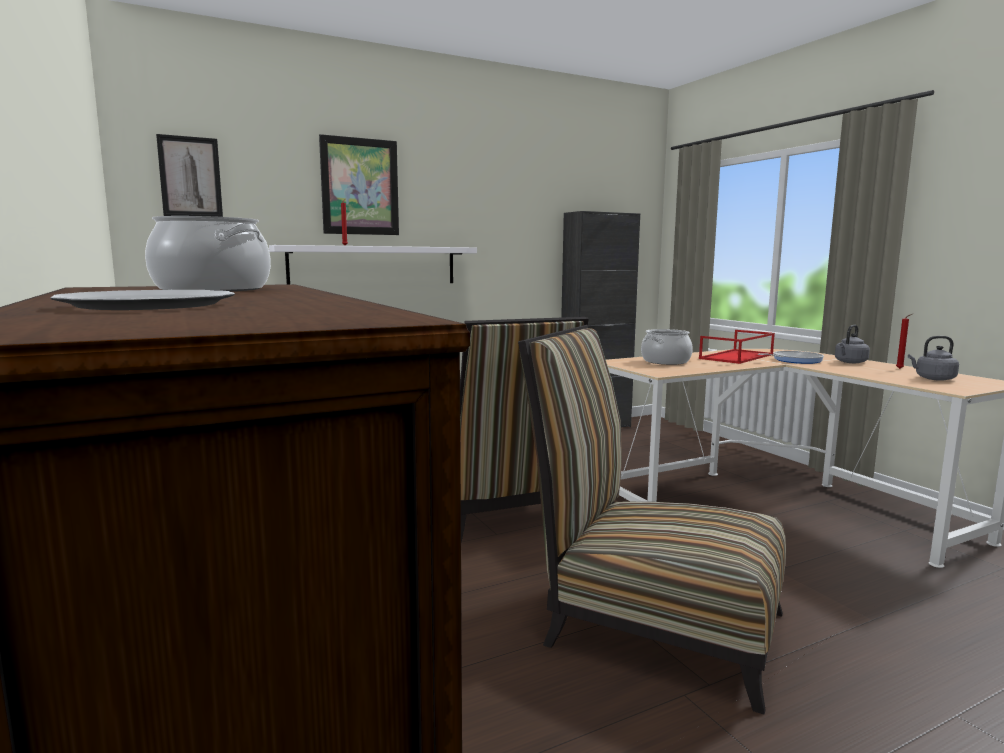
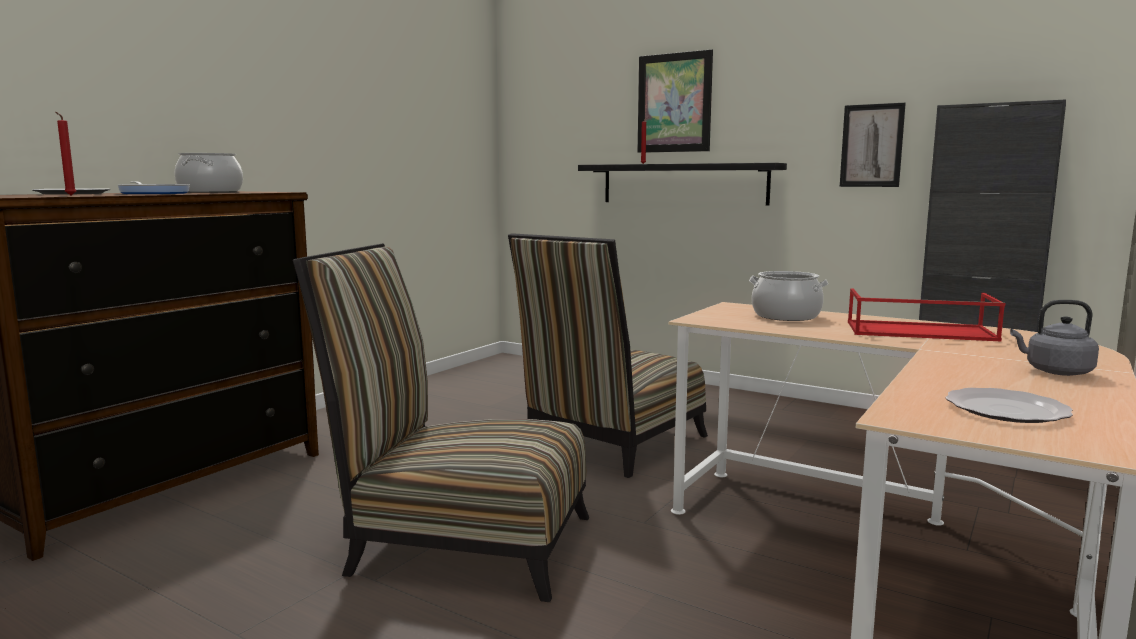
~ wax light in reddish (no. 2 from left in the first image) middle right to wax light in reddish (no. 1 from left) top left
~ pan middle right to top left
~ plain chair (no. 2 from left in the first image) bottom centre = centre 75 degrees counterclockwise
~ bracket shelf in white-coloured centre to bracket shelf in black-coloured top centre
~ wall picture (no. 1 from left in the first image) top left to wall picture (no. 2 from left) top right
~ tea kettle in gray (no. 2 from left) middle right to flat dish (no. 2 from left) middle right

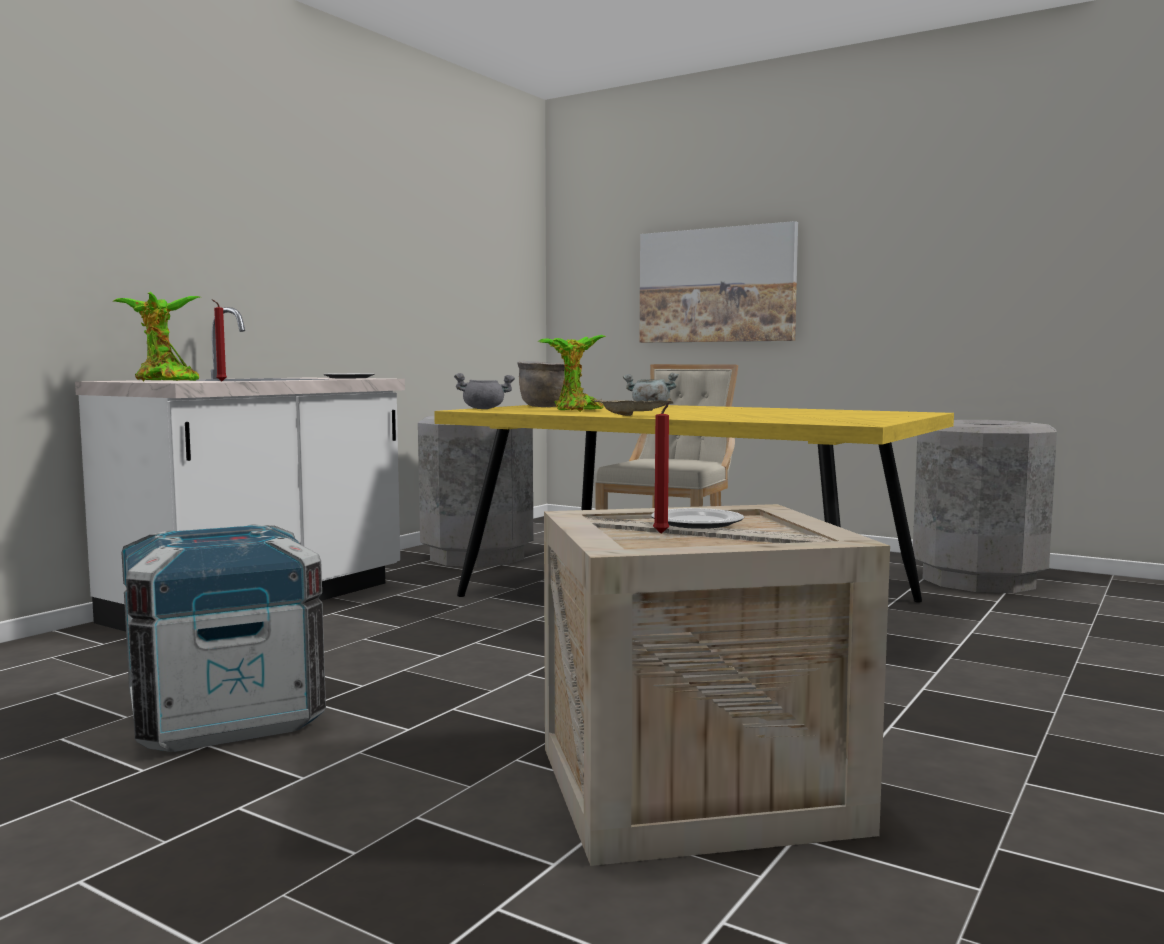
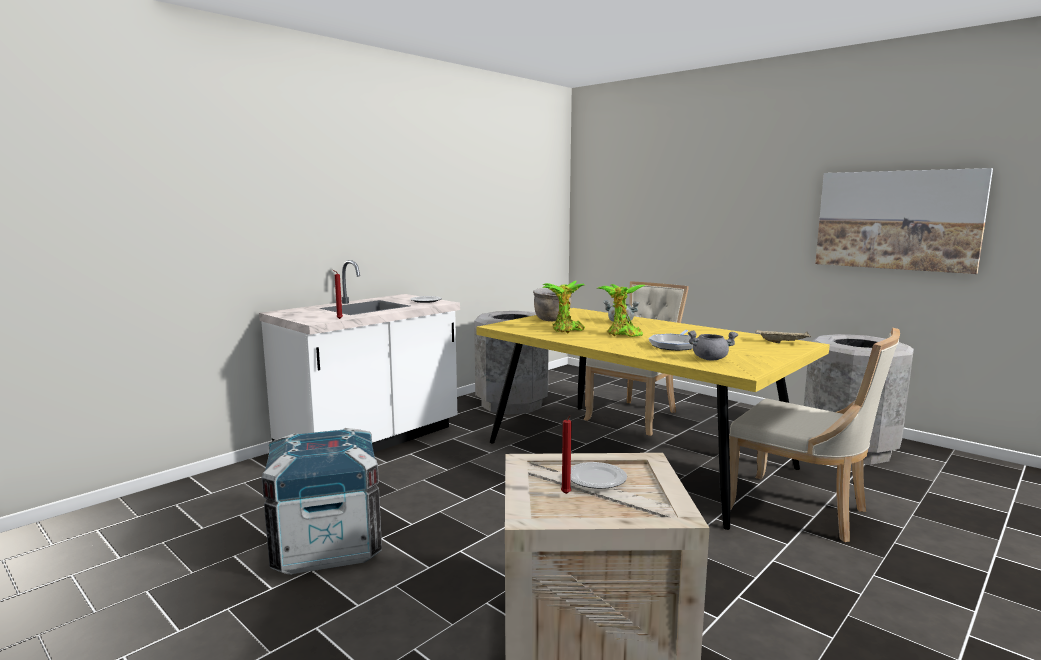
~ plant in a pot (no. 1 from left in the first image) middle left to plant in a pot (no. 2 from left) centre
+ pan centre
~ stockpot in gray (no. 1 from left in the first image) centre to stockpot in gray (no. 2 from left) middle right
+ plain chair in beige-coloured (no. 2 from left) middle right
~ carrying tray in beige-coloured centre to middle right
~ wall picture top centre to middle right

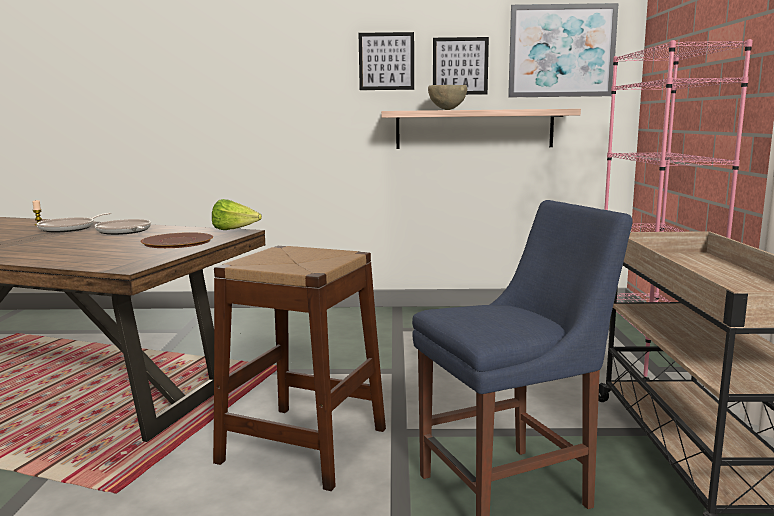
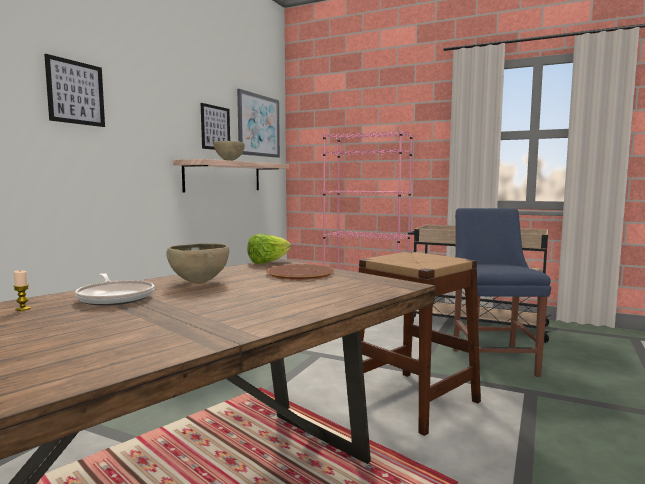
~ wall picture (no. 1 from left) top centre to top left
~ pan (no. 2 from left) middle left to serving bowl in brown-coloured (no. 1 from left) middle left

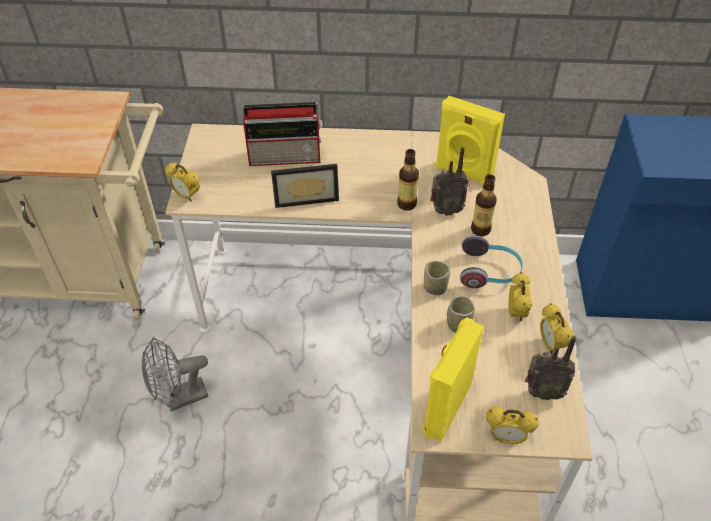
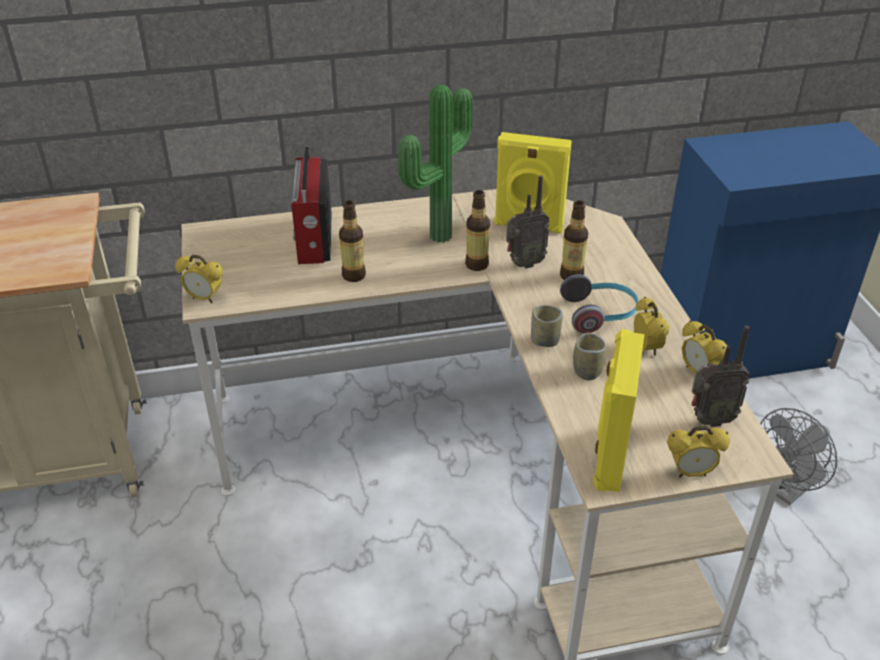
~ radio set (no. 1 from left) top centre = top centre 105 degrees clockwise
~ photo frame centre to drink bottle (no. 1 from left) centre
+ plant in a pot top centre
~ electric fan in gray bottom left to bottom right

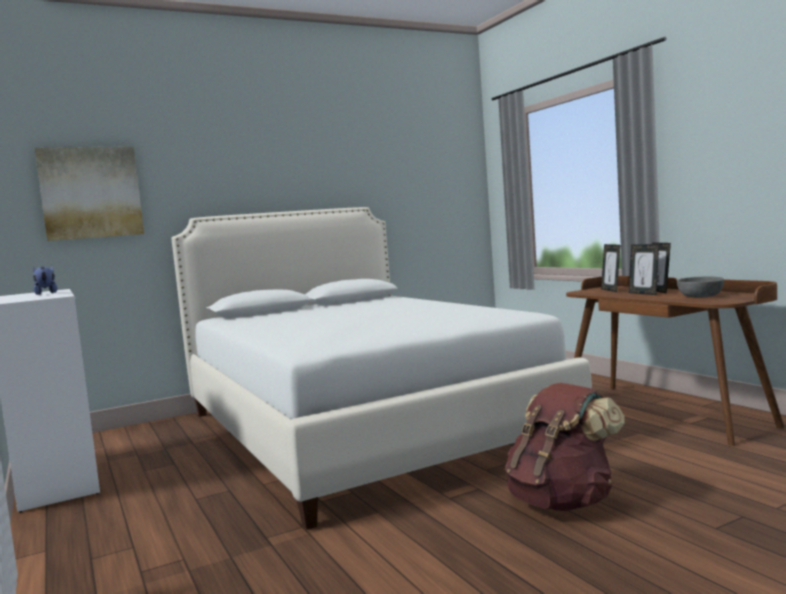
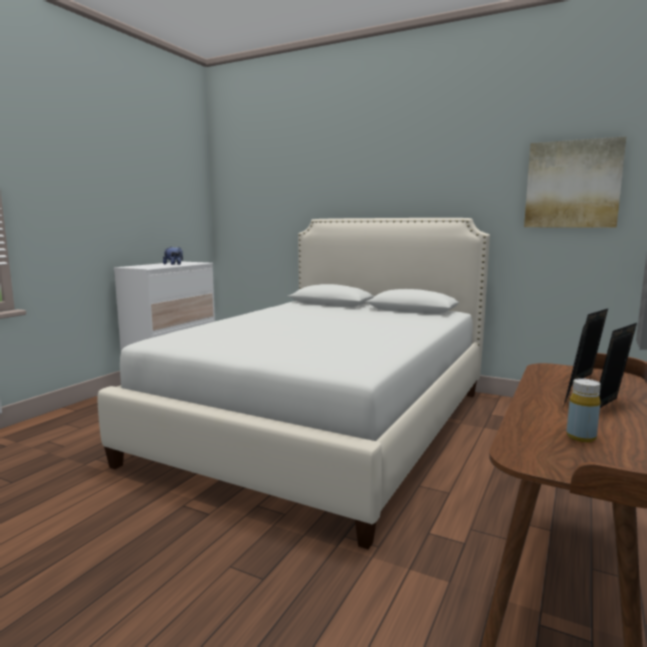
~ wall picture top left to top right
~ serving bowl in gray middle right to drink bottle in yellow middle right
- backpack in brown-coloured bottom right

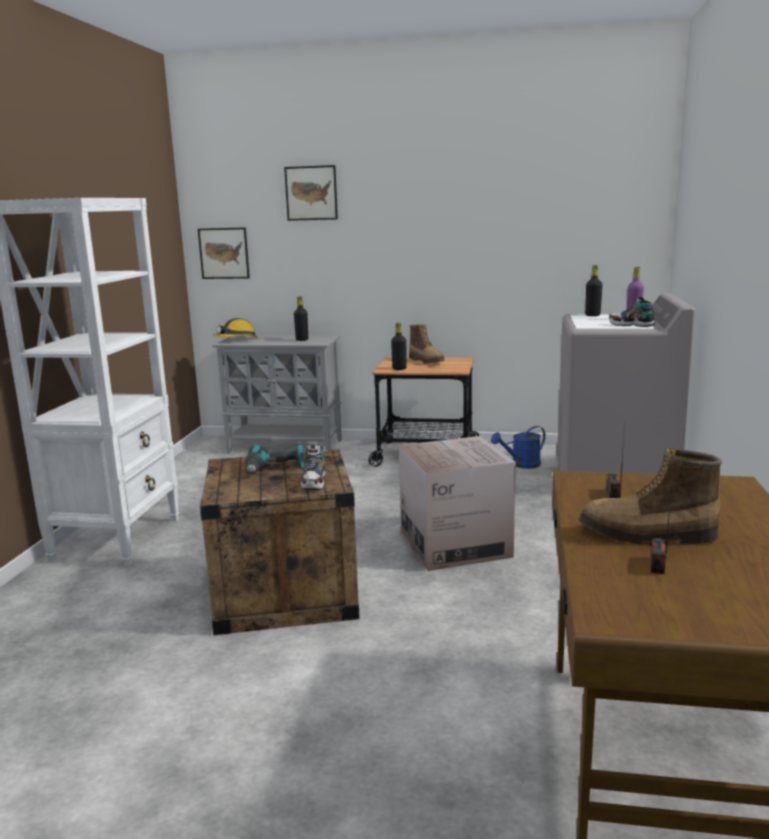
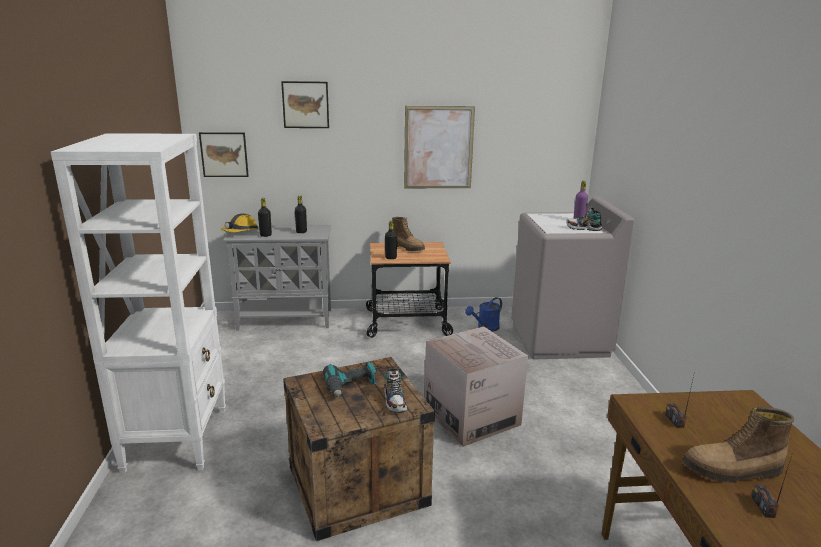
~ drink bottle in black-coloured (no. 3 from left in the first image) middle right to drink bottle in black-coloured (no. 1 from left) middle left
+ wall picture (no. 3 from left) top centre

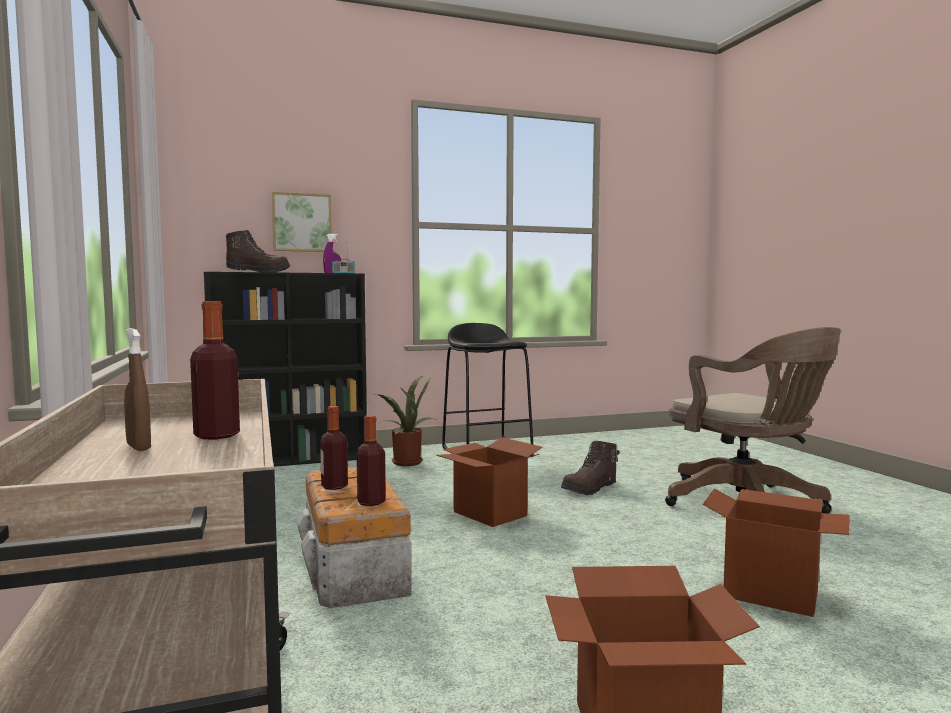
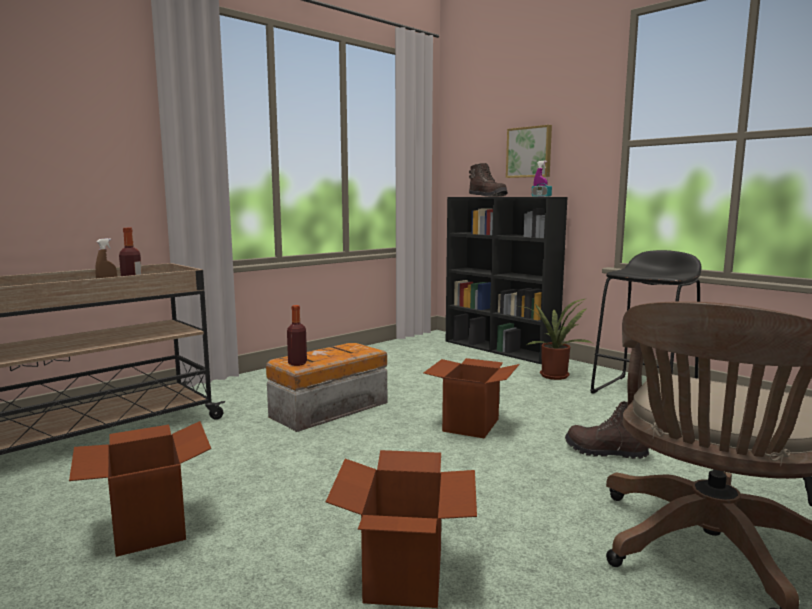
- drink bottle (no. 2 from left) centre

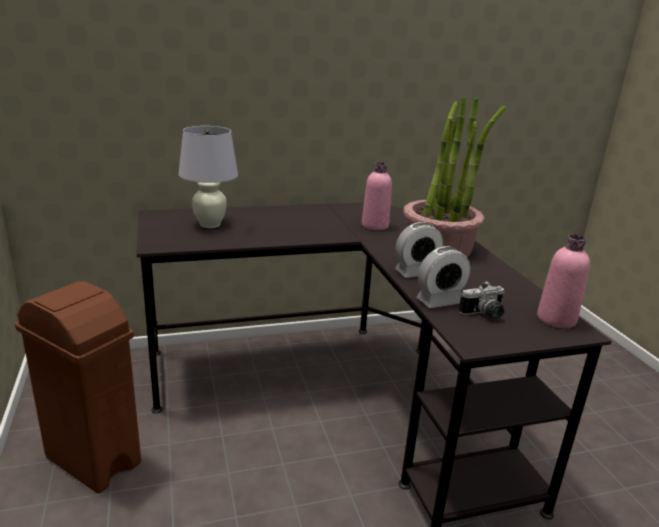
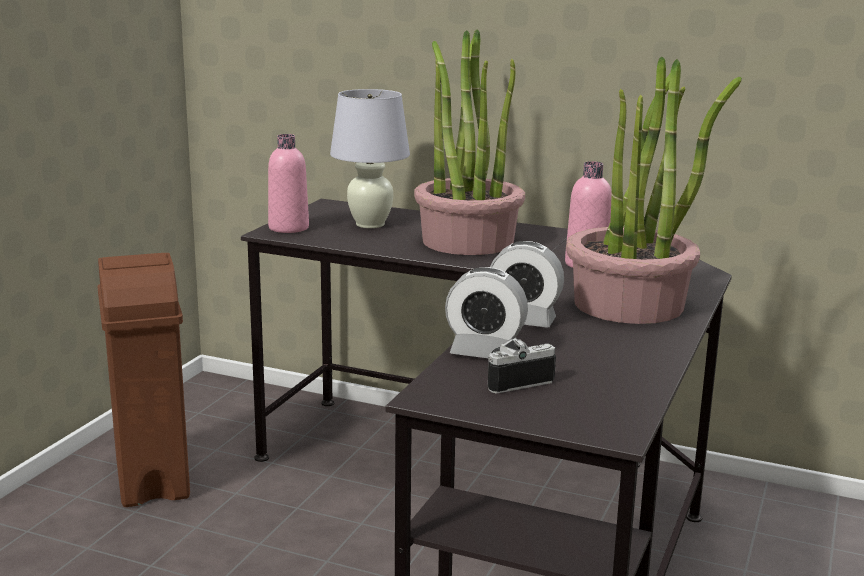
~ drink bottle in pinkish (no. 2 from left in the first image) middle right to drink bottle in pinkish (no. 1 from left) top centre
+ plant in a pot (no. 1 from left) top centre
~ photo camera middle right = centre 135 degrees clockwise

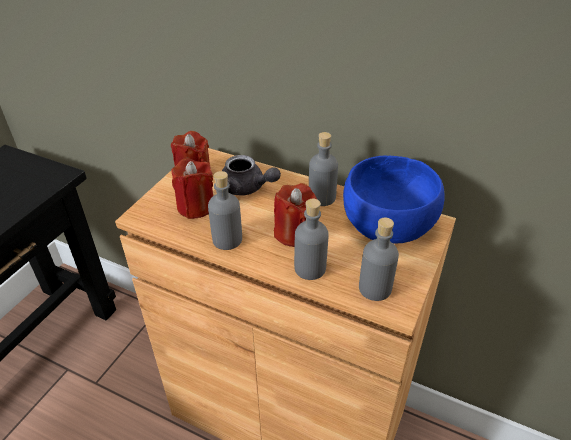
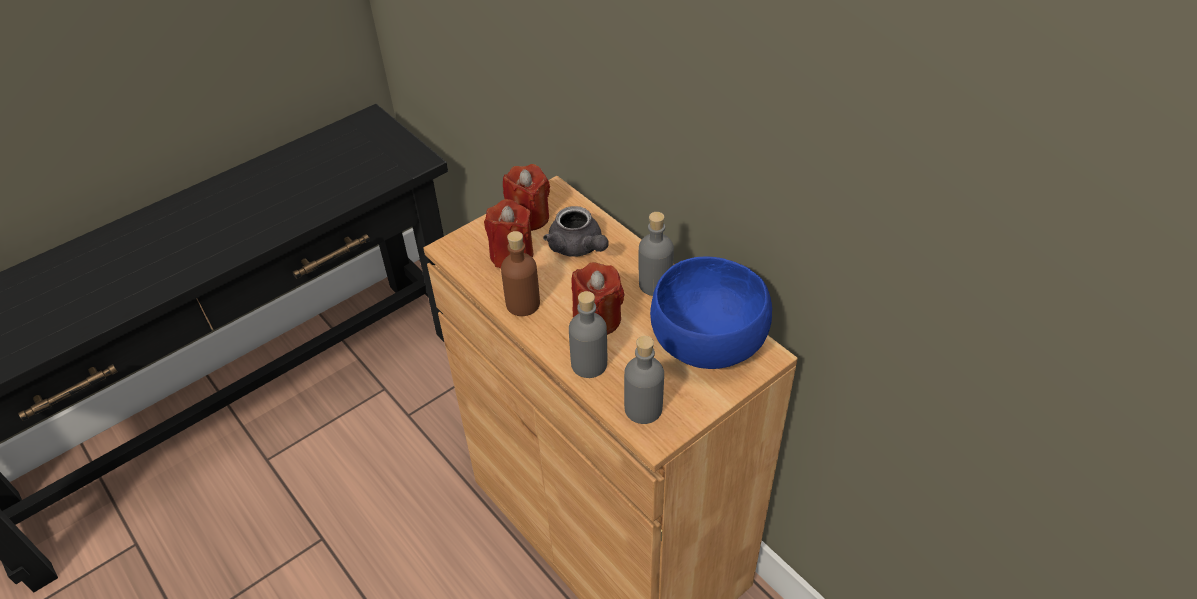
~ drink bottle in gray (no. 1 from left) centre to drink bottle in brown-coloured centre

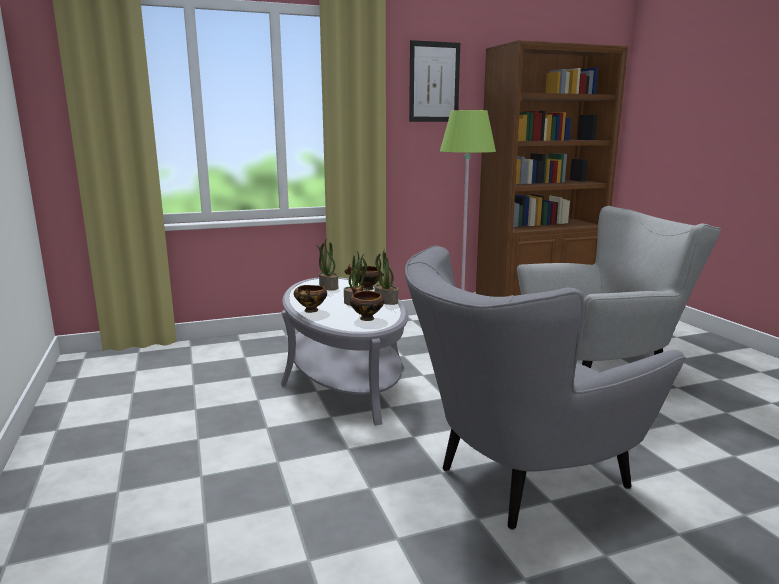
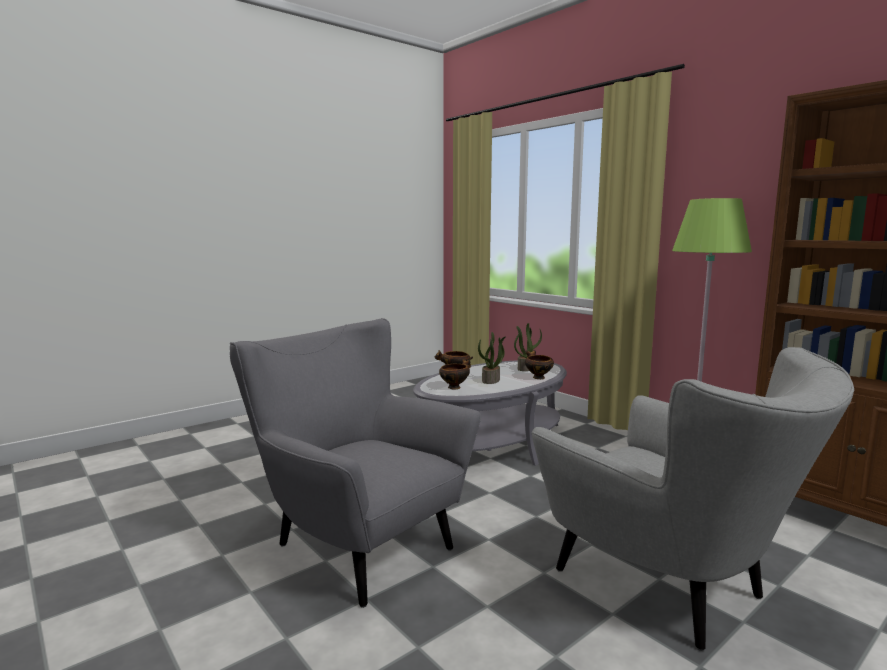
- plant in a pot (no. 3 from left) centre
- wall picture top centre

